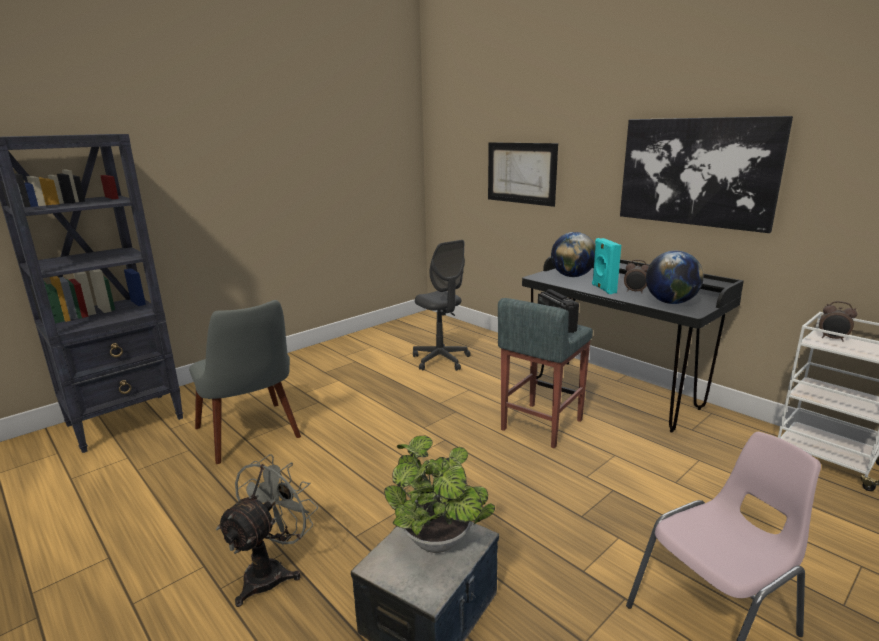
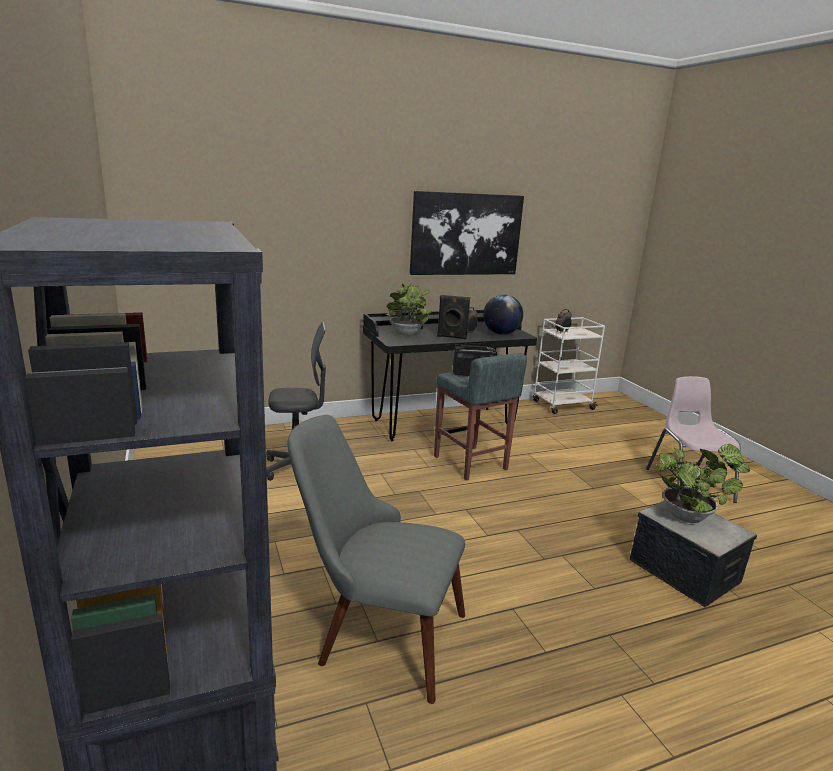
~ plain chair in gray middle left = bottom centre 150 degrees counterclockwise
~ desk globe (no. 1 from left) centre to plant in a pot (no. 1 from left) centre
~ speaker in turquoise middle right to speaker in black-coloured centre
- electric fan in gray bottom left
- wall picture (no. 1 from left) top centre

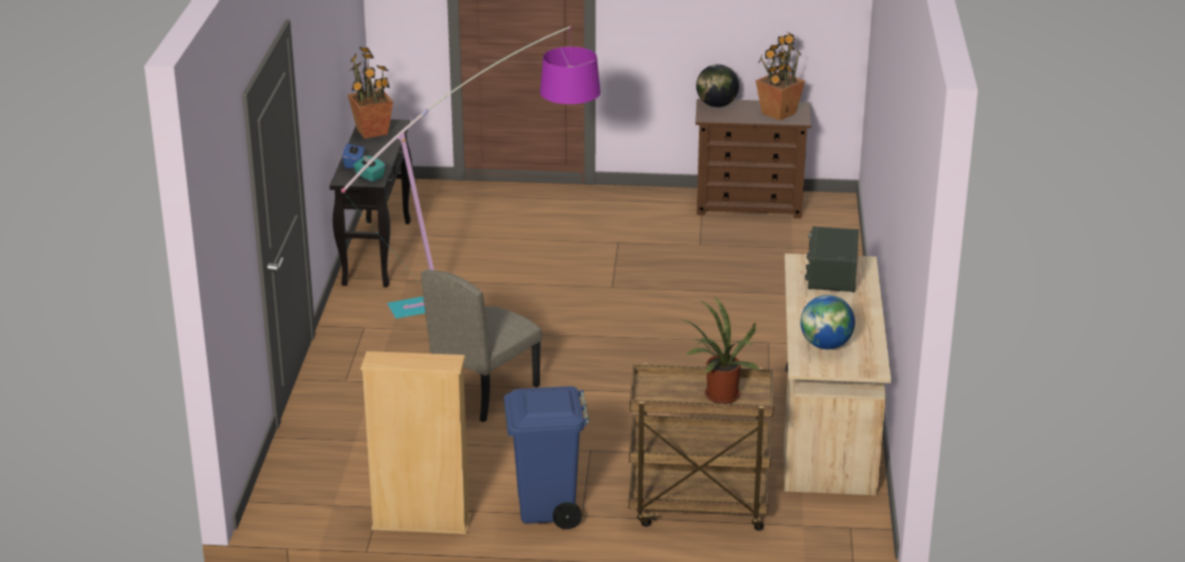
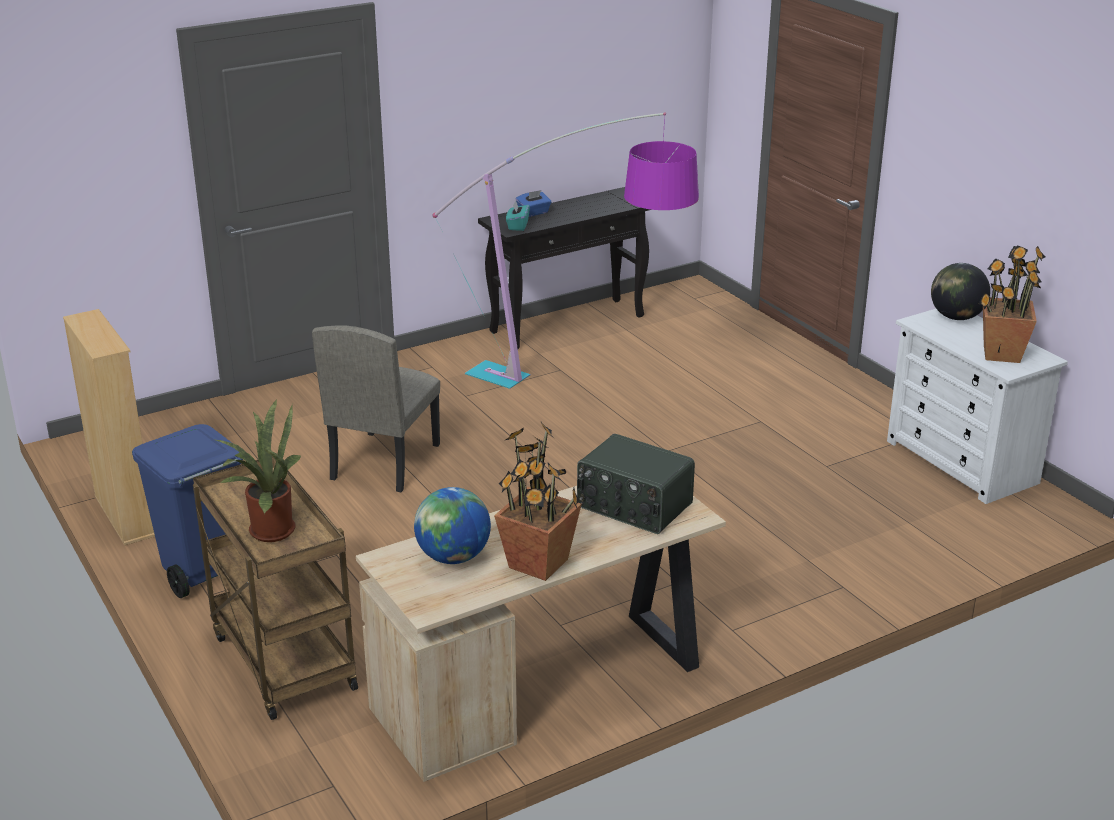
~ plain chair in beige-coloured centre = centre 75 degrees counterclockwise
~ plant in a pot (no. 1 from left in the first image) top left to plant in a pot (no. 2 from left) centre
~ radio set middle right = centre 120 degrees counterclockwise
~ dresser in brown-coloured top centre to dresser in white-coloured middle right

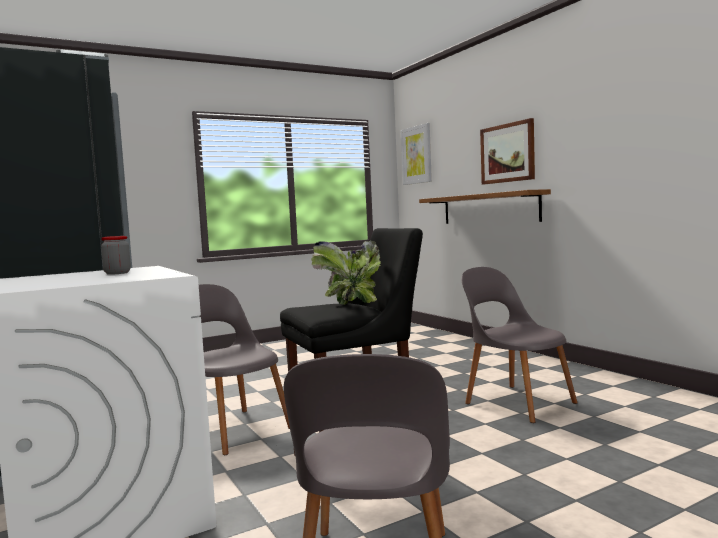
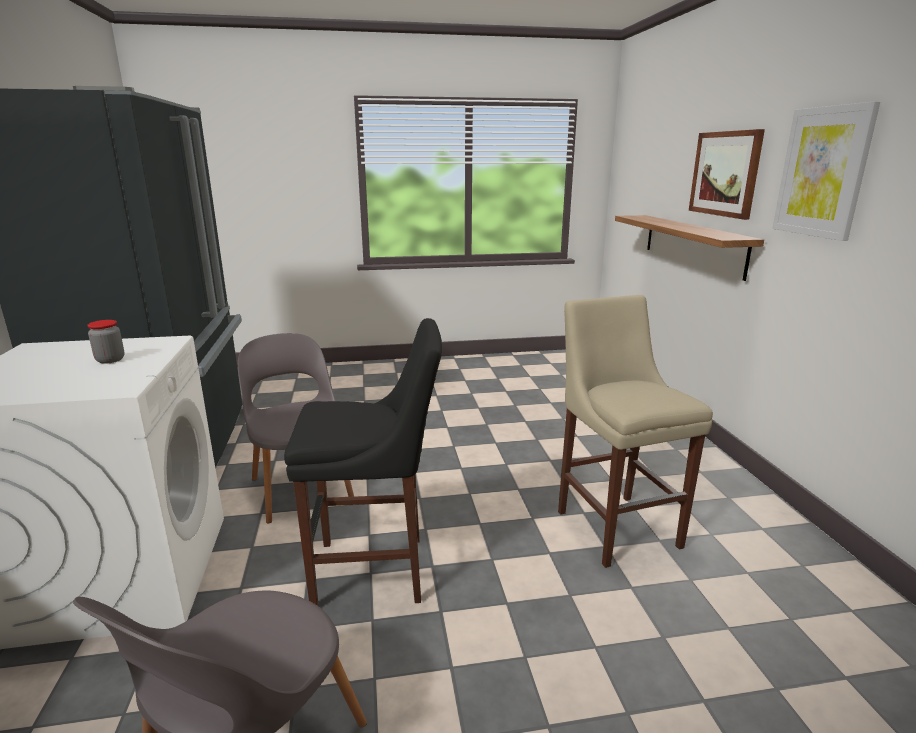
~ plain chair in gray (no. 3 from left) middle right to stool seat in beige-coloured middle right
~ wall picture (no. 1 from left in the first image) top centre to wall picture (no. 2 from left) top right
- plant in a pot centre

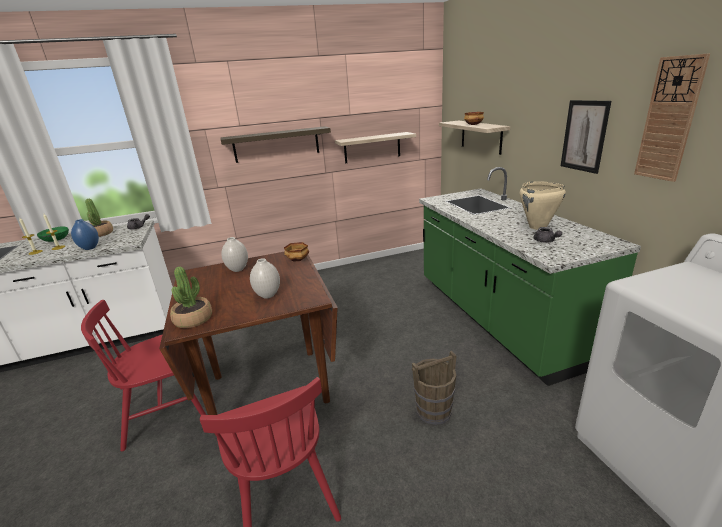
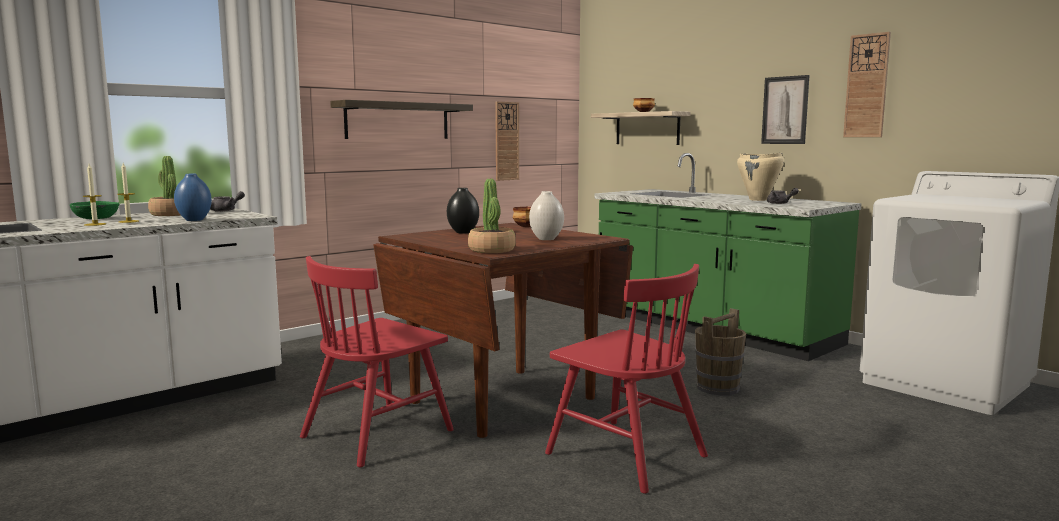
~ vase in white-coloured (no. 1 from left) middle left to vase in black-coloured centre
~ bracket shelf (no. 2 from left) top centre to hanging clock (no. 1 from left) top centre

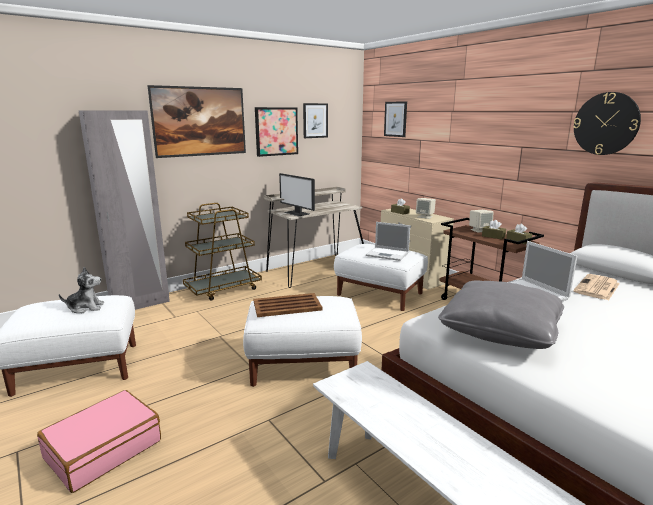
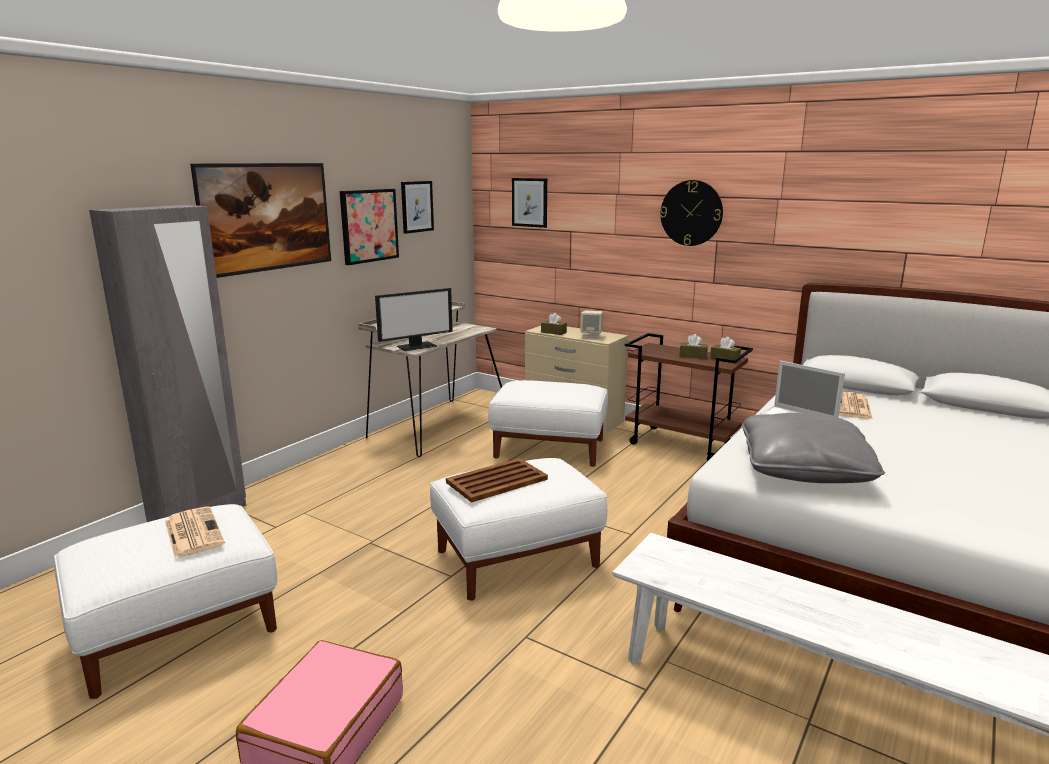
~ plush toy middle left to printed paper (no. 1 from left) bottom left
~ computer display centre = centre 60 degrees counterclockwise
~ hanging clock top right to top centre
- wheeled cart in brown-coloured (no. 1 from left) centre
- portable computer (no. 1 from left) centre
- speaker in beige-coloured (no. 2 from left) middle right

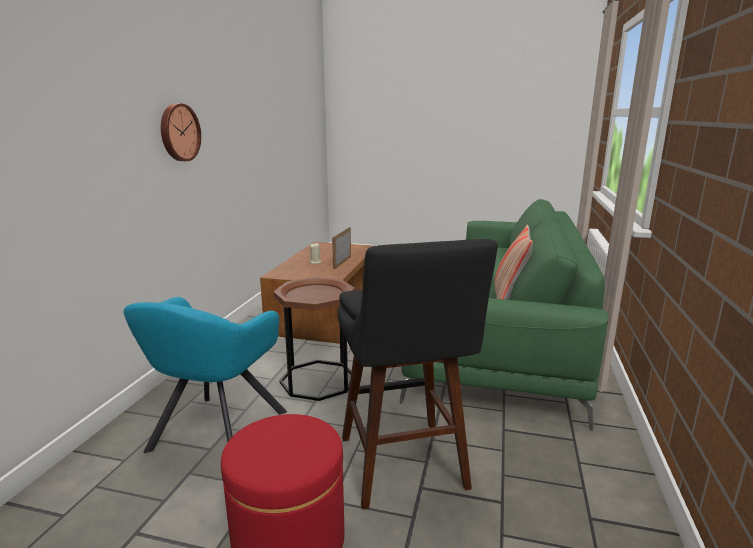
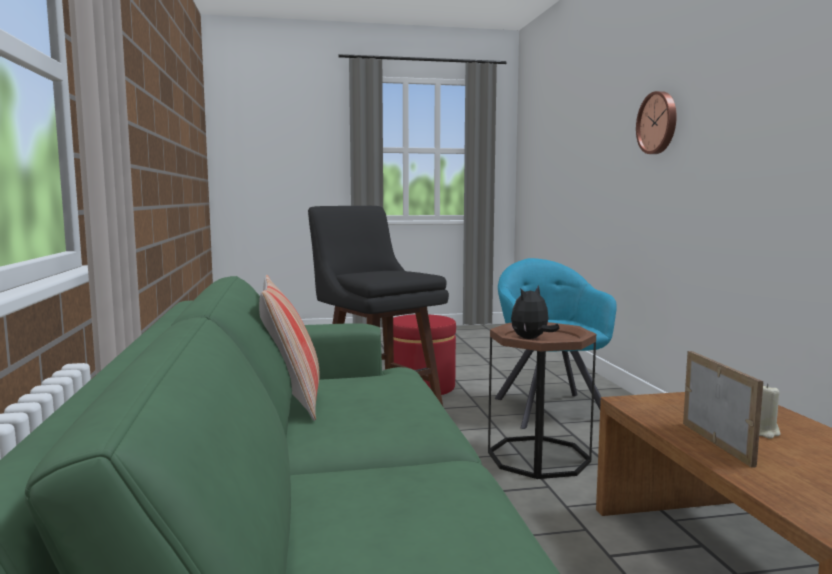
+ plush toy centre
~ hanging clock top left to top right

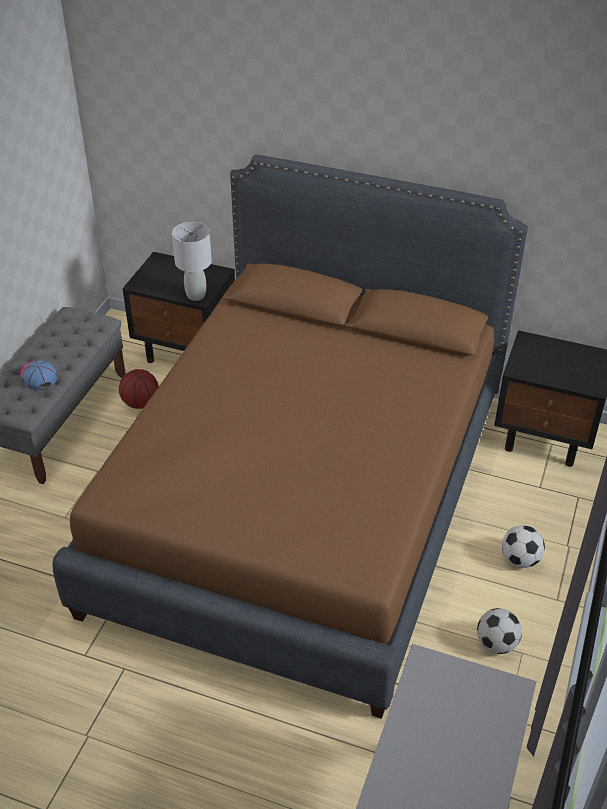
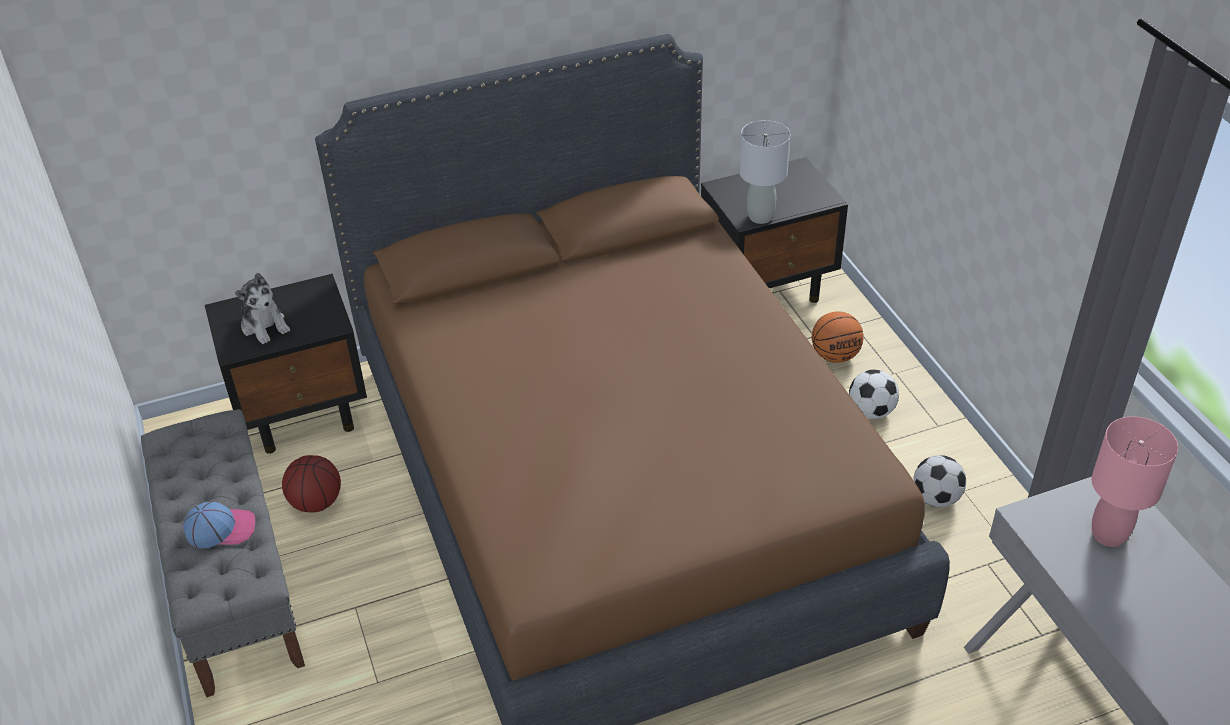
~ baseball cap middle left = bottom left 150 degrees clockwise
+ plush toy middle left
~ lamp for a table in gray top left to top centre
+ ball for basketball (no. 2 from left) middle right
+ lamp for a table in pinkish middle right

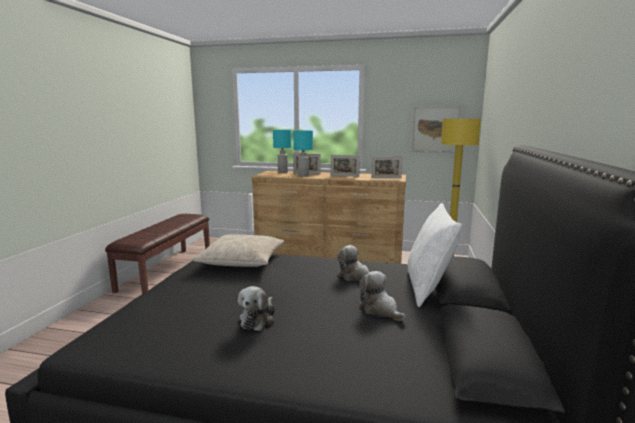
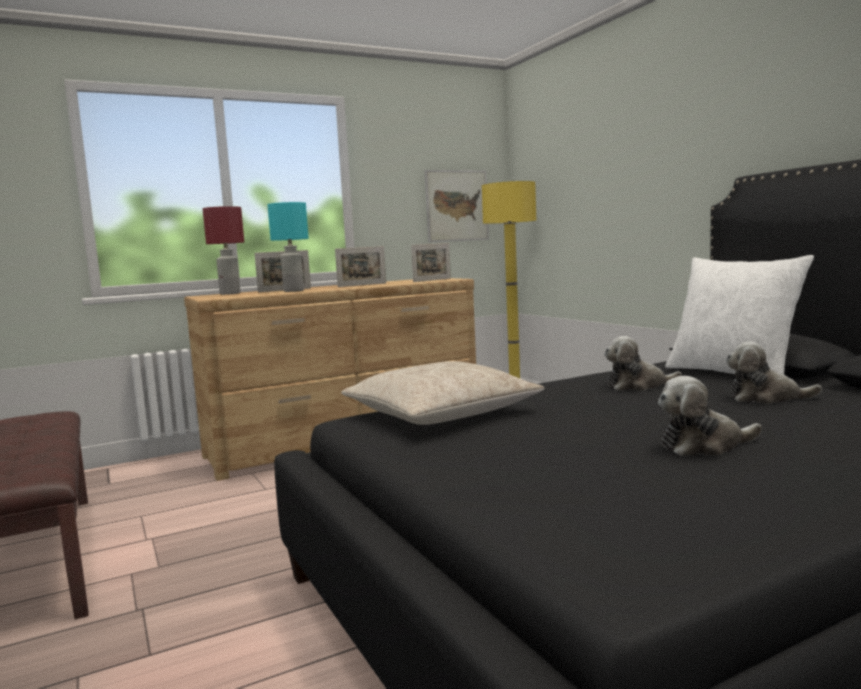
~ lamp for a table in turquoise (no. 1 from left) centre to lamp for a table in reddish middle left
~ plush toy (no. 1 from left in the first image) bottom centre = middle right 105 degrees clockwise

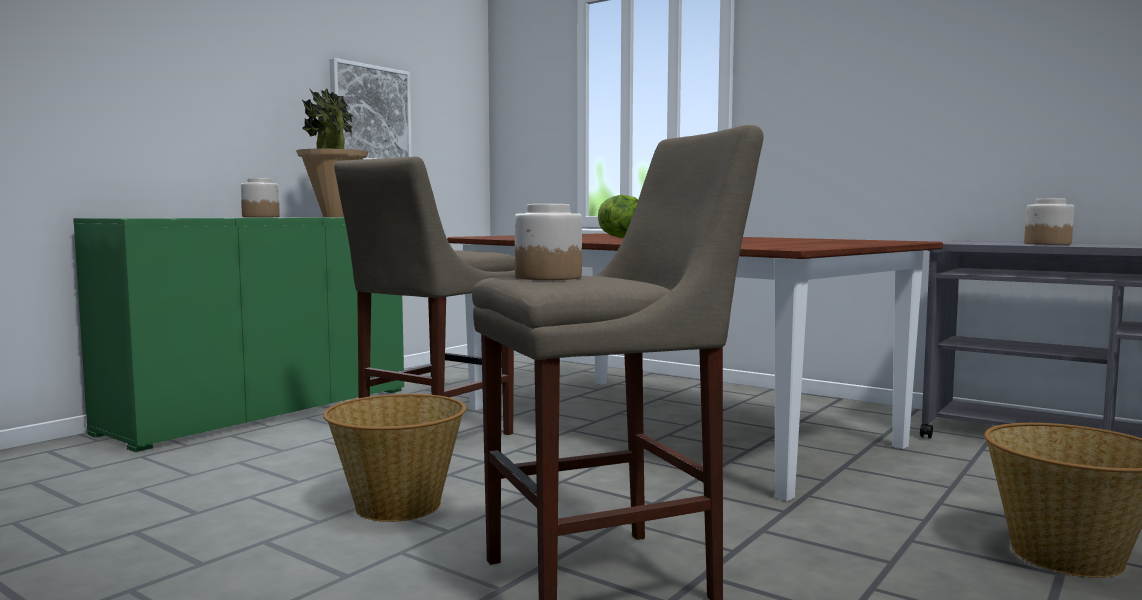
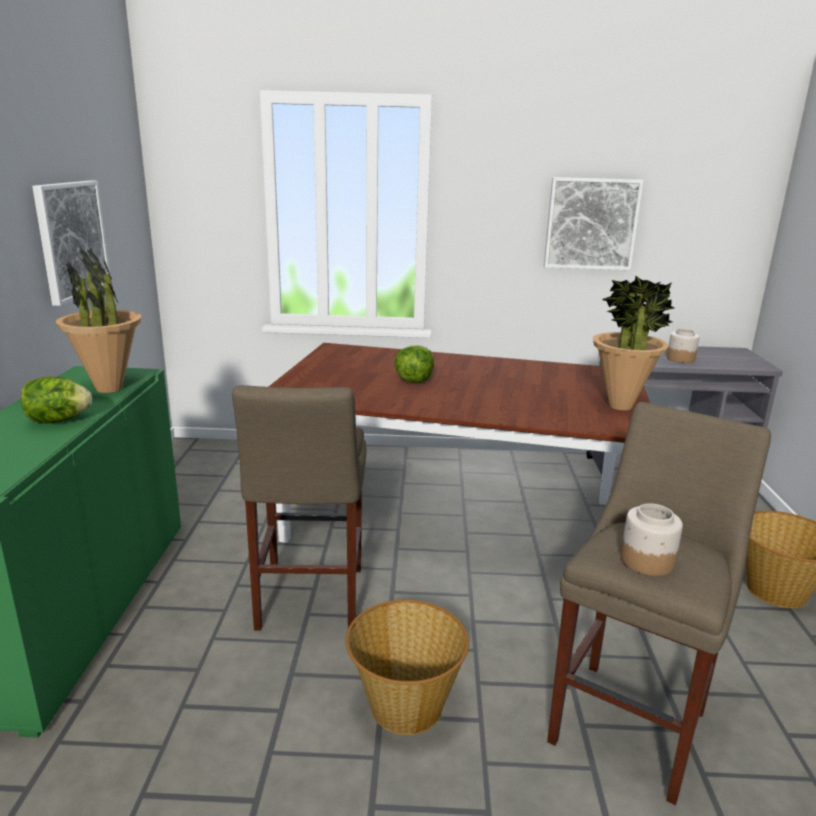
~ preserve jar (no. 1 from left) top left to lettuce (no. 1 from left) middle left
+ wall picture (no. 2 from left) top right
+ plant in a pot (no. 2 from left) middle right

